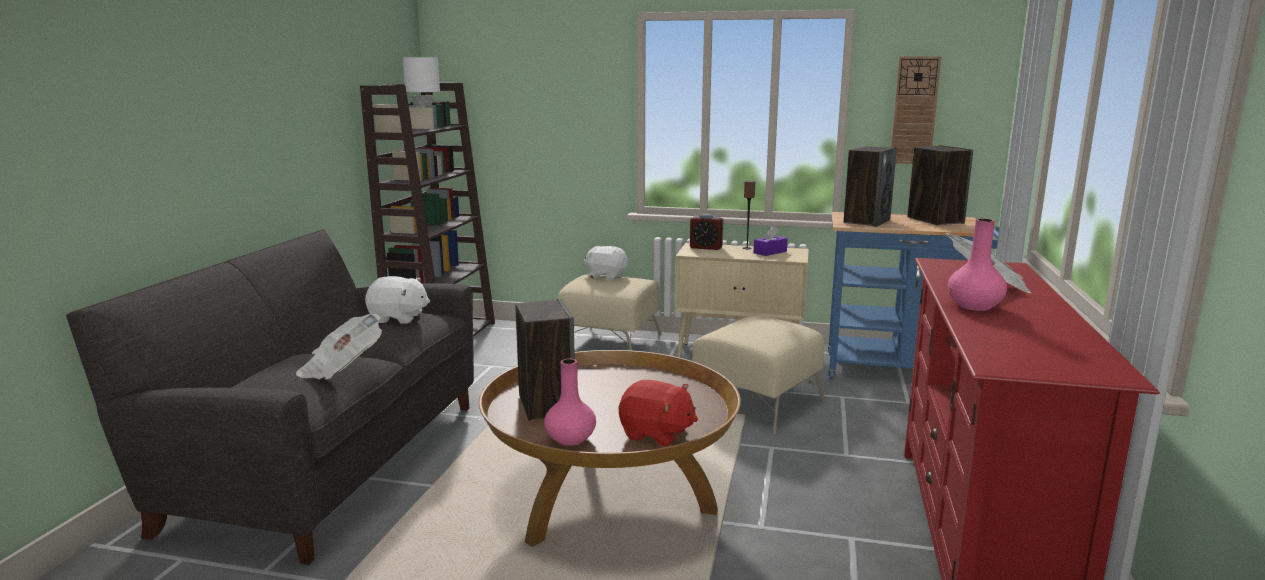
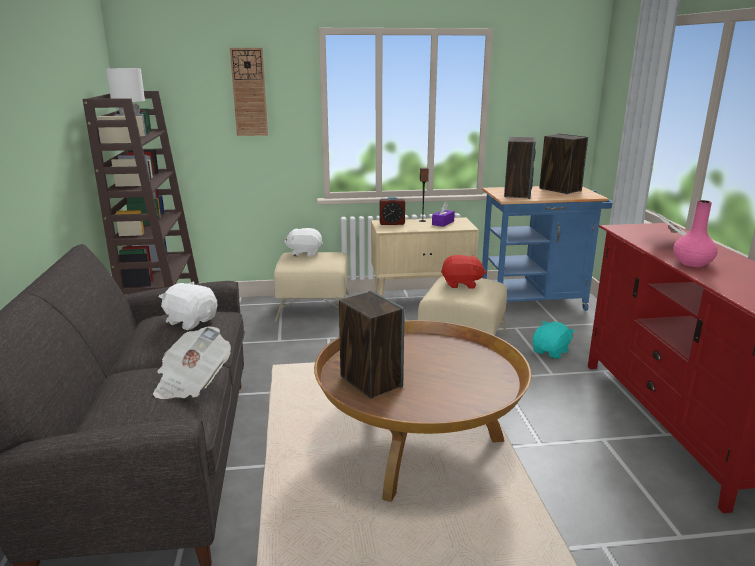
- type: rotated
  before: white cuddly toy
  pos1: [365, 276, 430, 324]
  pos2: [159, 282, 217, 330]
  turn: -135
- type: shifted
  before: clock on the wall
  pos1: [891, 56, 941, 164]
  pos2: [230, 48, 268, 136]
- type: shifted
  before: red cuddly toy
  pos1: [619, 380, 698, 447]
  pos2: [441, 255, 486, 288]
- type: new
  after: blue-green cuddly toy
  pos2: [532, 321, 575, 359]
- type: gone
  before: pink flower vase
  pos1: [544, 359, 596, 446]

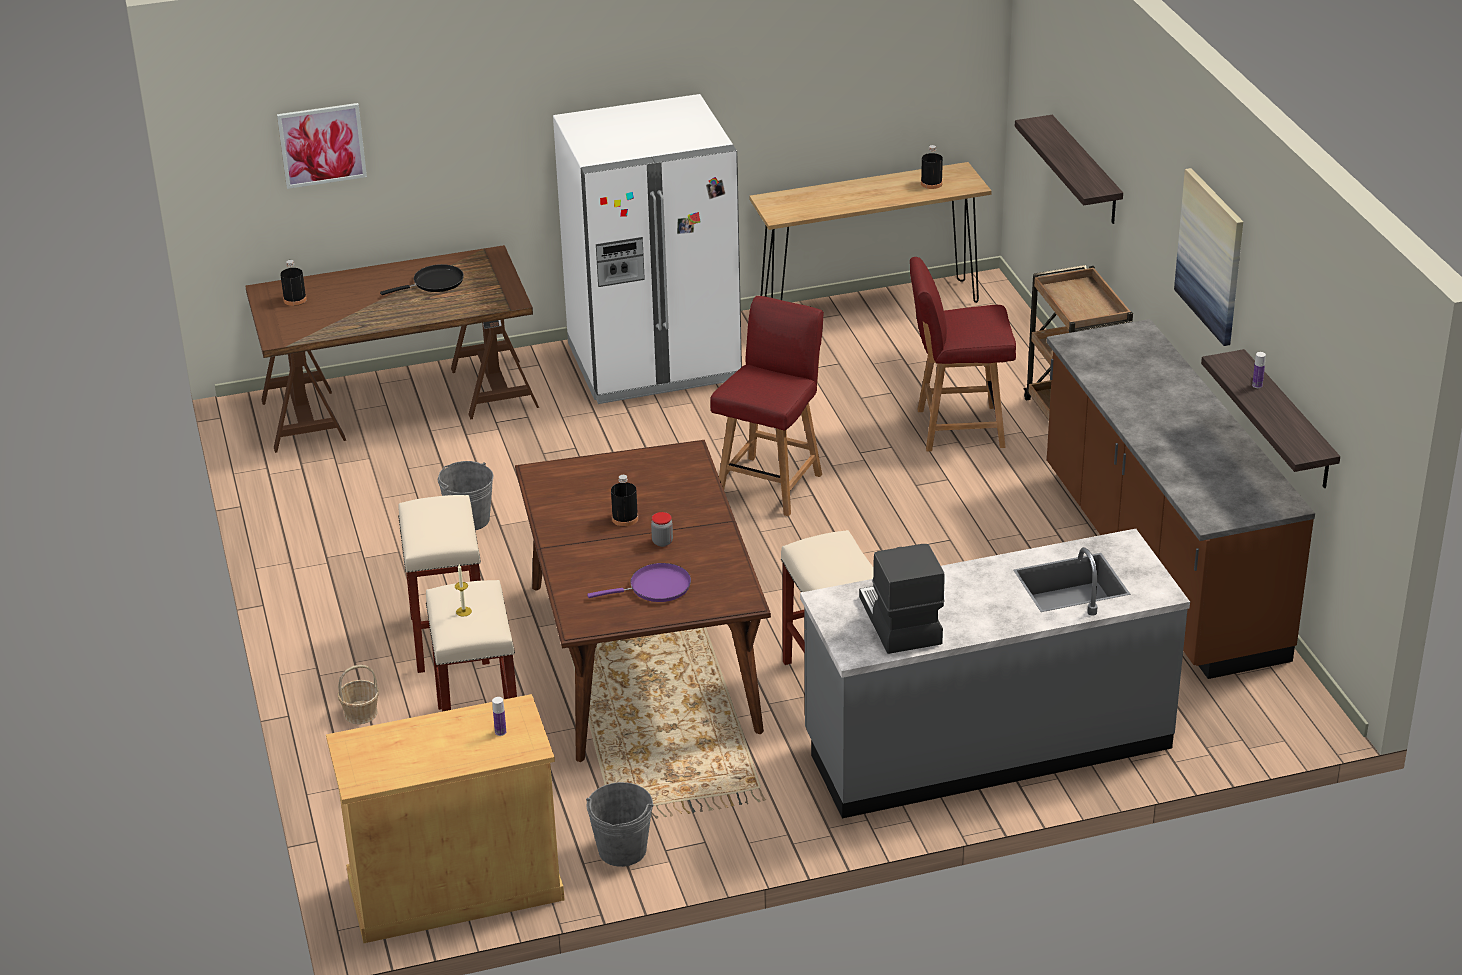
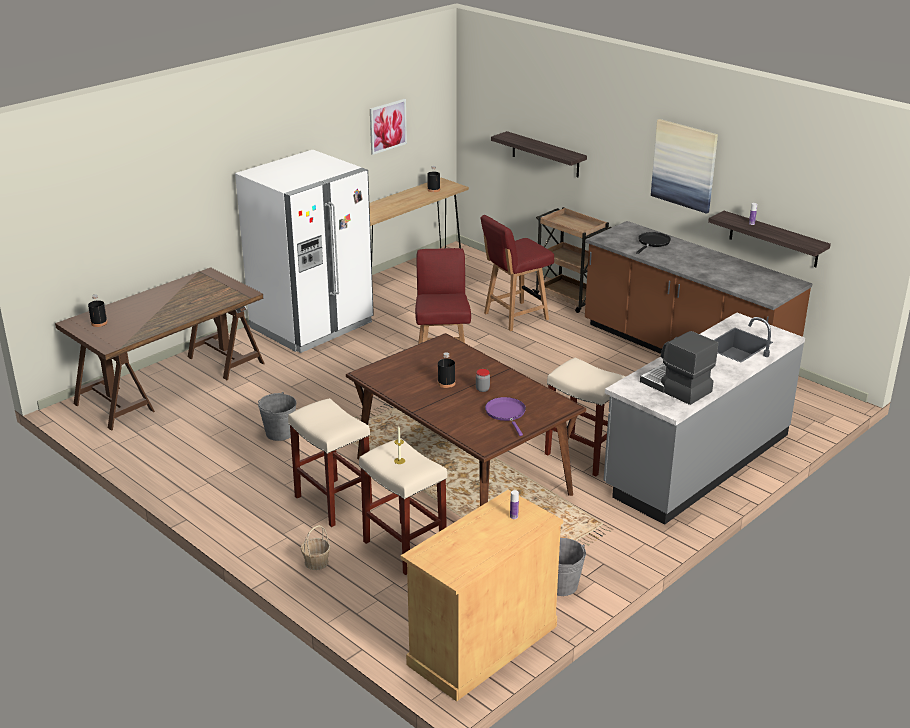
- type: shifted
  before: wall art
  pos1: [277, 103, 367, 189]
  pos2: [370, 99, 407, 155]
- type: rotated
  before: purplish pan
  pos1: [587, 563, 691, 602]
  pos2: [485, 397, 526, 436]
  turn: -60
- type: shifted
  before: black pan
  pos1: [380, 264, 464, 295]
  pos2: [636, 232, 671, 254]

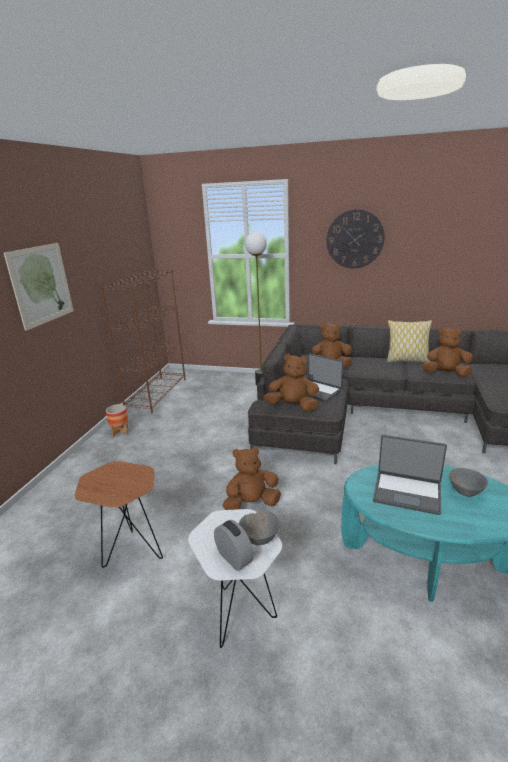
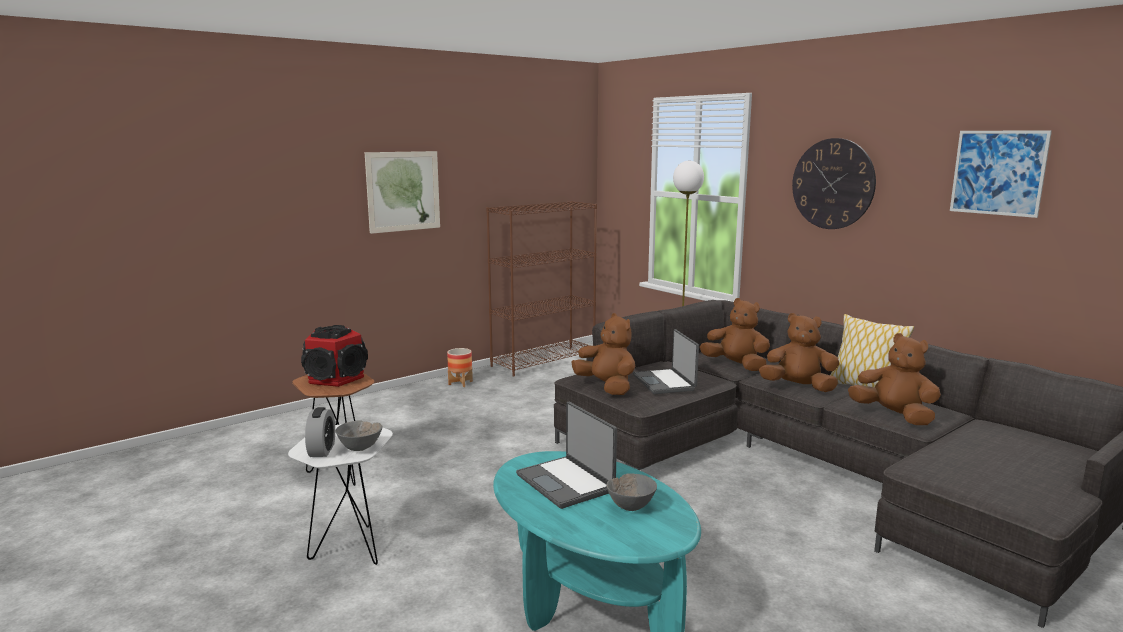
- type: new
  after: audio speaker
  pos2: [301, 325, 368, 387]
- type: shifted
  before: brown cuddly toy
  pos1: [222, 447, 281, 510]
  pos2: [759, 313, 839, 392]
- type: new
  after: wall art
  pos2: [950, 130, 1052, 218]

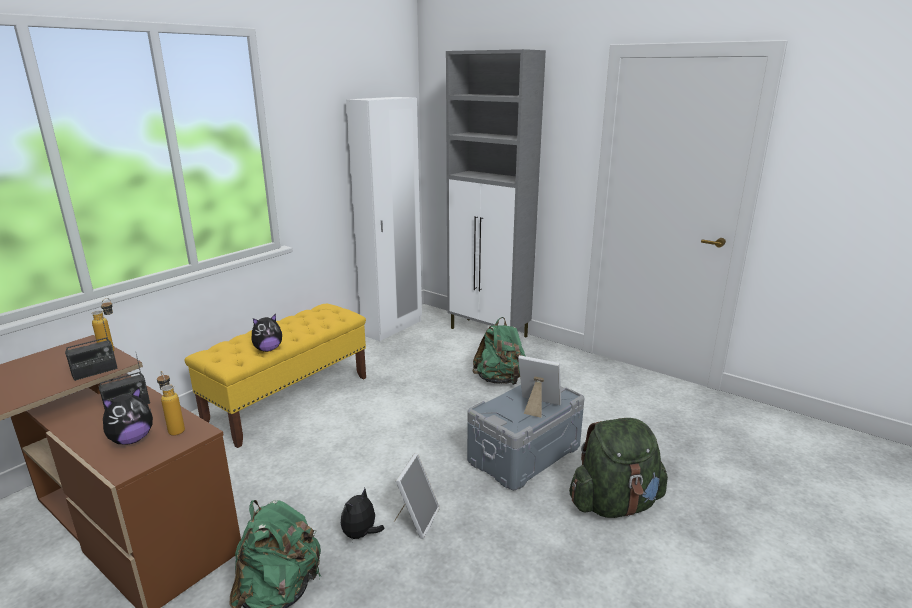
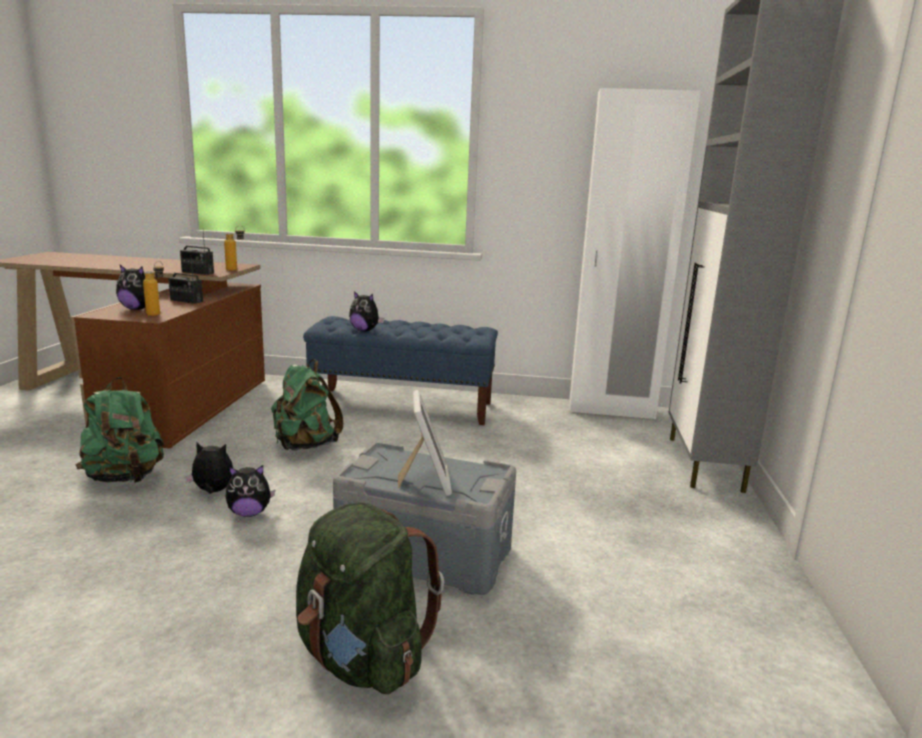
- type: swapped
  before: photo frame
  after: cuddly toy
  pos1: [394, 453, 440, 539]
  pos2: [225, 465, 275, 517]
- type: shifted
  before: green-coloured rucksack
  pos1: [472, 317, 525, 385]
  pos2: [271, 359, 343, 451]
- type: repainted
  before: yellowish indoor bench
  after: blue indoor bench
  pos1: [184, 304, 366, 448]
  pos2: [303, 316, 498, 425]

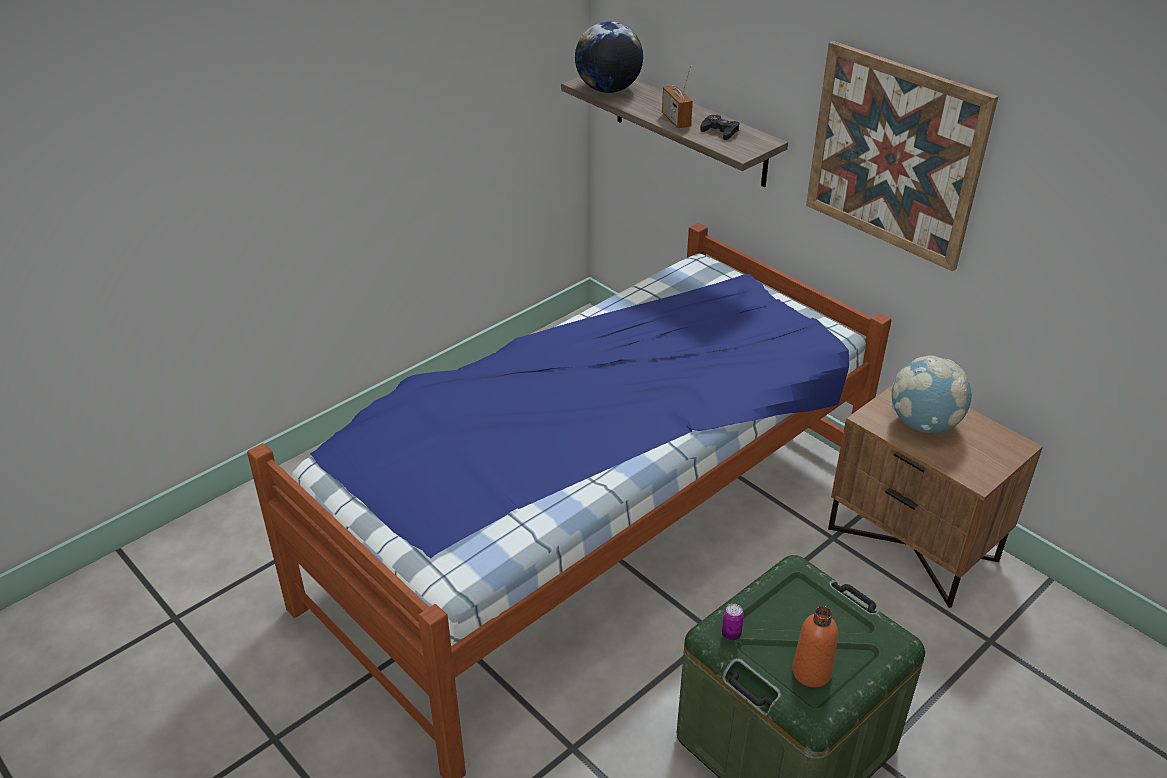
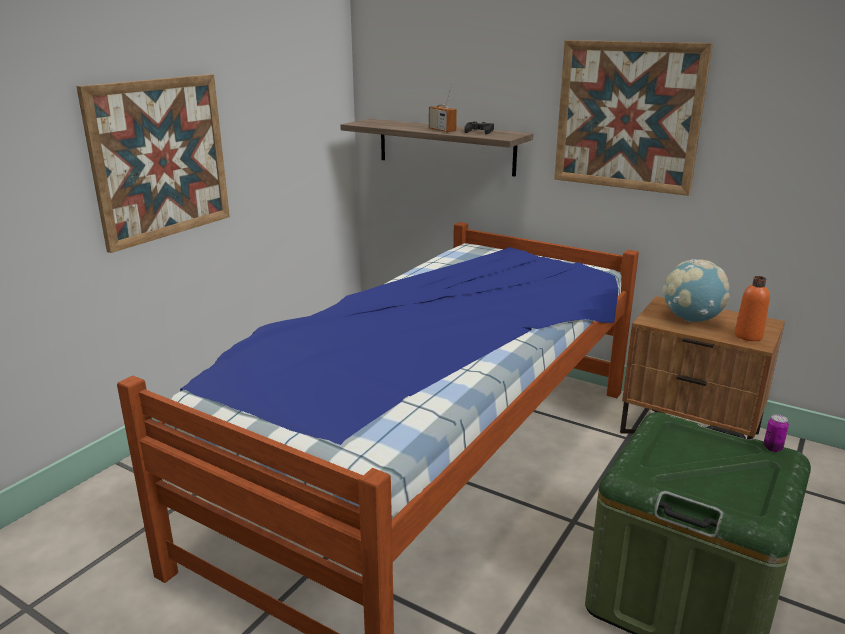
- type: new
  after: wall art
  pos2: [76, 74, 230, 253]
- type: shifted
  before: orange-coloured drink bottle
  pos1: [792, 606, 838, 688]
  pos2: [734, 276, 770, 341]
- type: shifted
  before: can
  pos1: [722, 604, 744, 641]
  pos2: [763, 415, 789, 452]
- type: gone
  before: desk globe
  pos1: [575, 21, 643, 93]

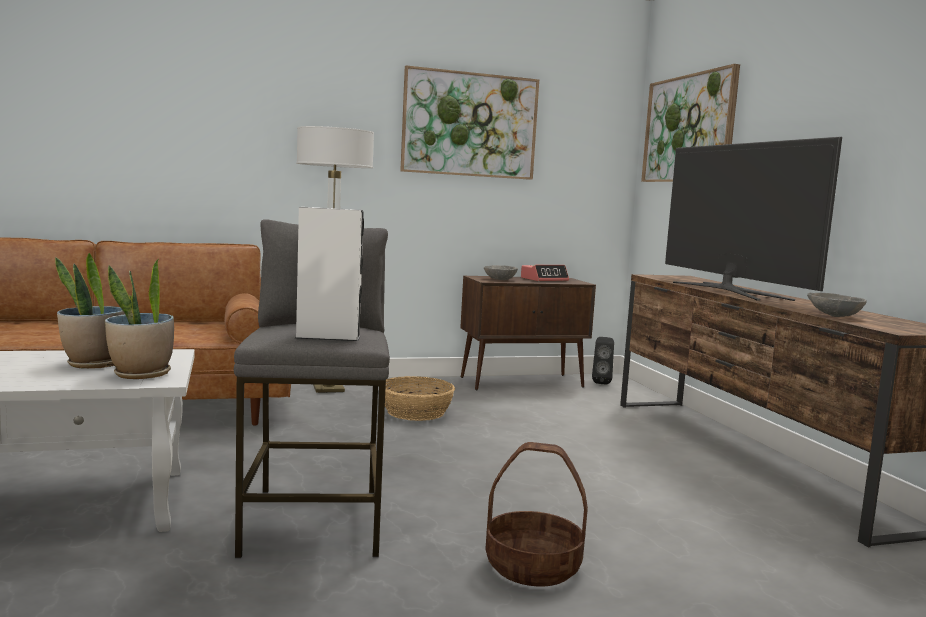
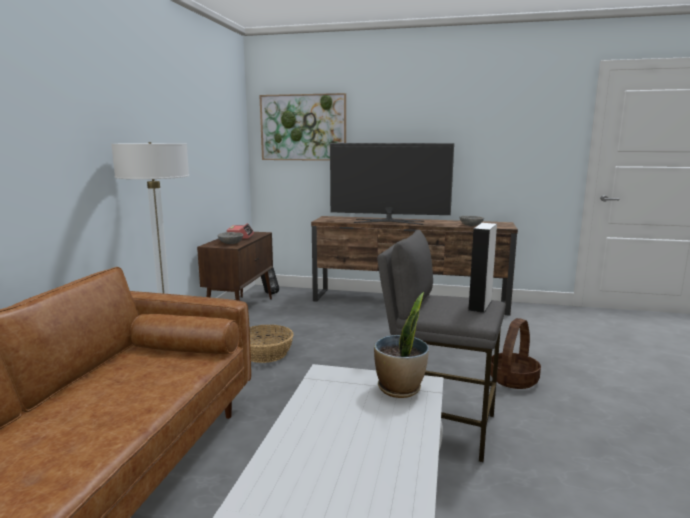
- type: gone
  before: houseplant
  pos1: [55, 253, 125, 369]
- type: gone
  before: wall art
  pos1: [400, 65, 539, 180]

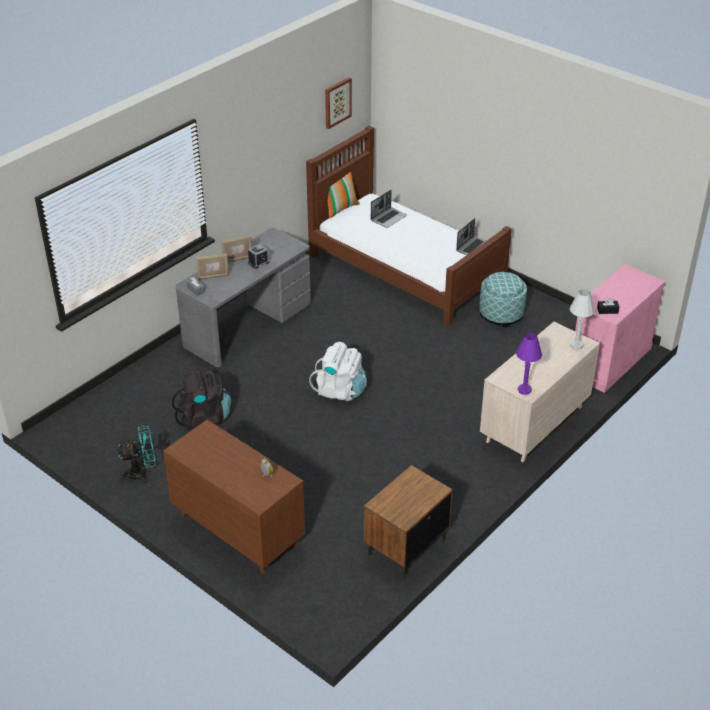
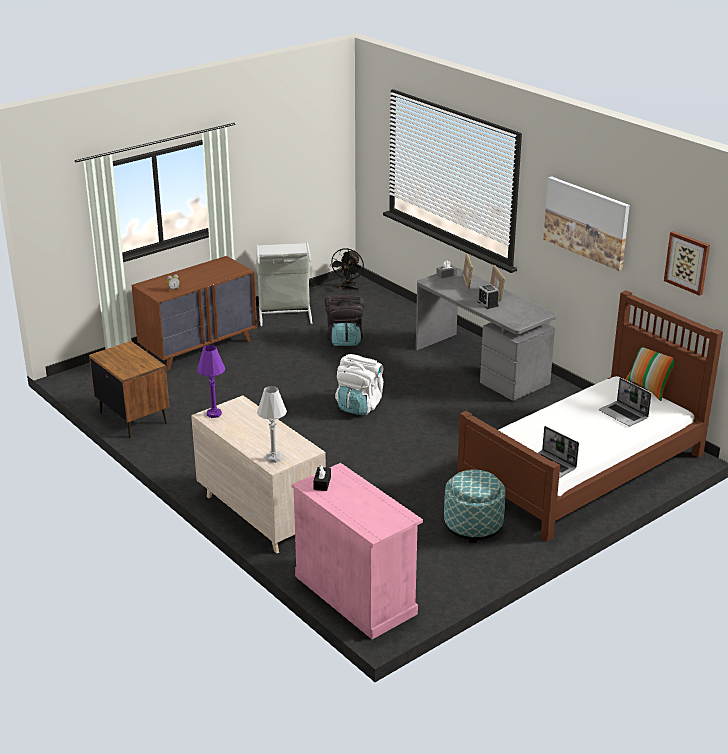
- type: swapped
  before: blue-green cooling fan
  after: grey washing basket
  pos1: [117, 426, 156, 483]
  pos2: [256, 243, 312, 326]
- type: new
  after: black cooling fan
  pos2: [330, 248, 364, 291]
- type: new
  after: wall art
  pos2: [543, 176, 630, 271]

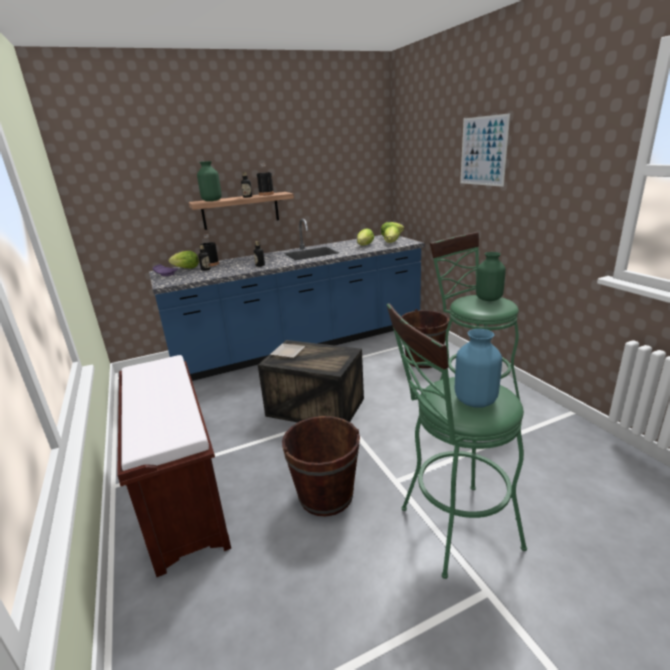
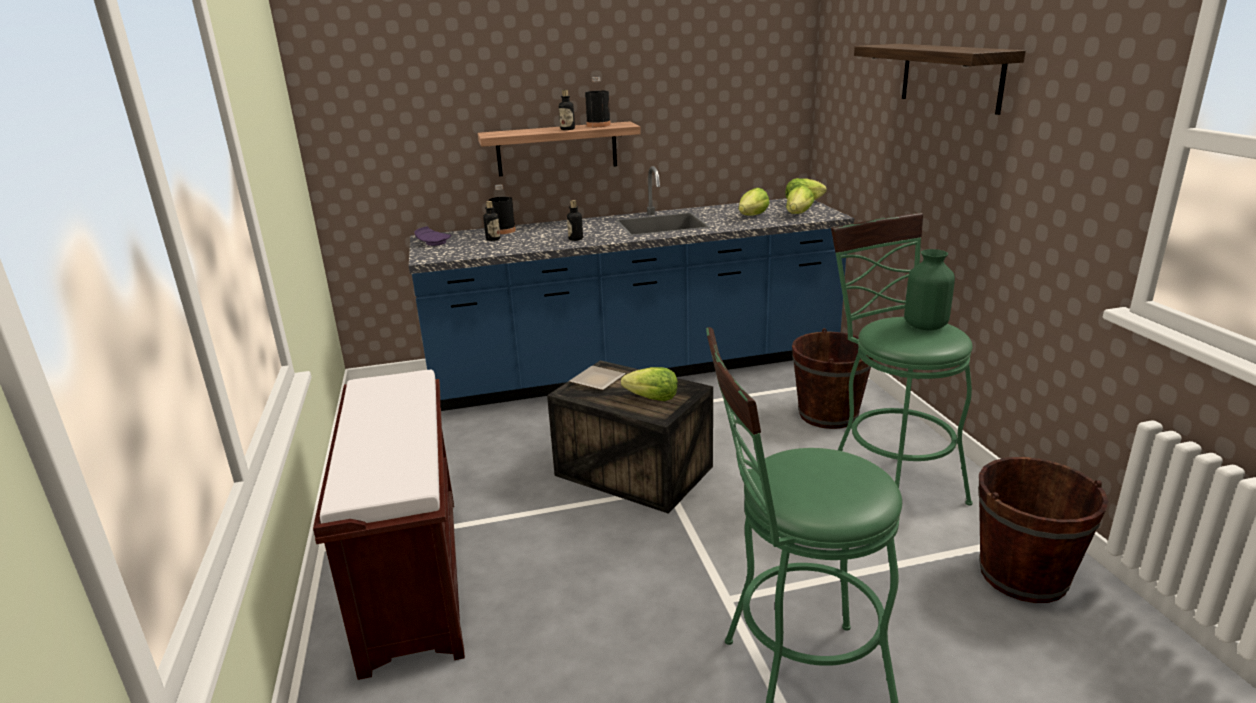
- type: shifted
  before: lettuce head
  pos1: [169, 251, 199, 268]
  pos2: [621, 367, 678, 401]
- type: swapped
  before: wall art
  after: bracket shelf
  pos1: [460, 113, 510, 187]
  pos2: [854, 44, 1026, 115]
- type: shifted
  before: brown bucket
  pos1: [282, 416, 360, 517]
  pos2: [978, 457, 1109, 603]
- type: gone
  before: green-coloured flower vase
  pos1: [197, 161, 222, 201]
- type: gone
  before: blue flower vase
  pos1: [455, 329, 502, 407]

